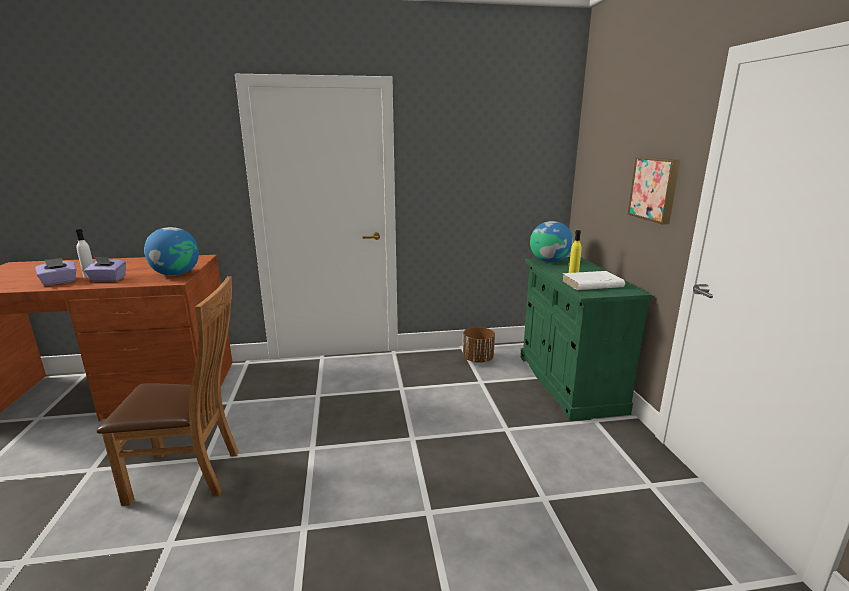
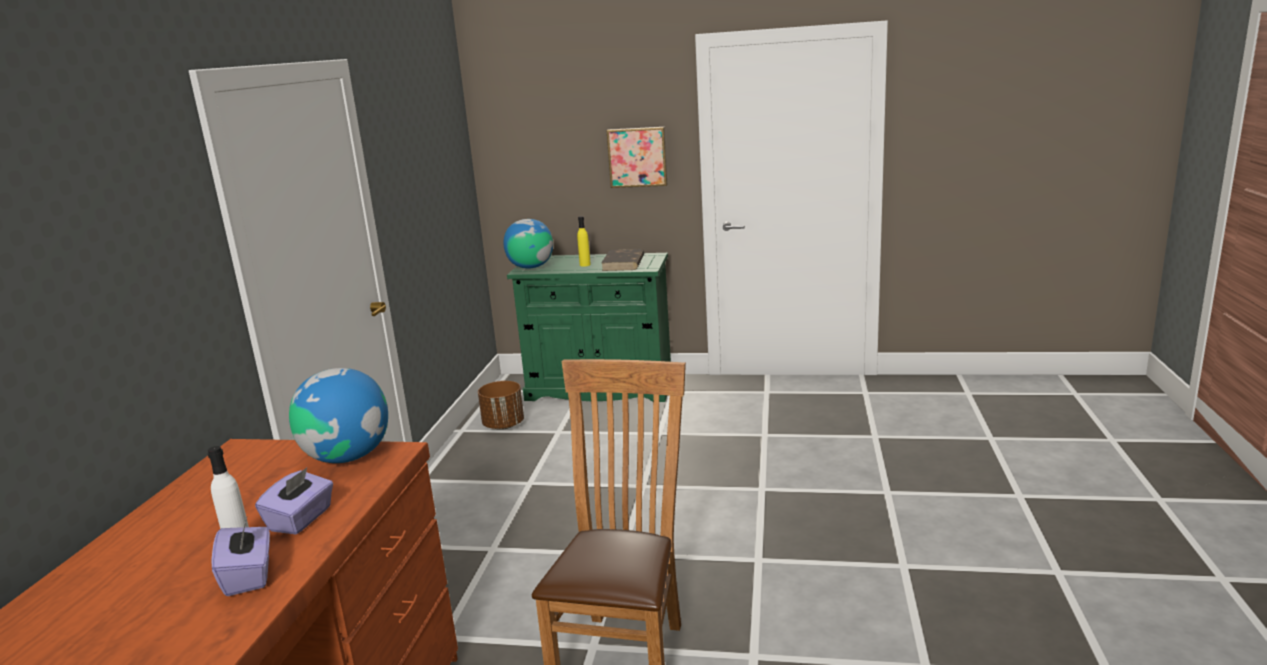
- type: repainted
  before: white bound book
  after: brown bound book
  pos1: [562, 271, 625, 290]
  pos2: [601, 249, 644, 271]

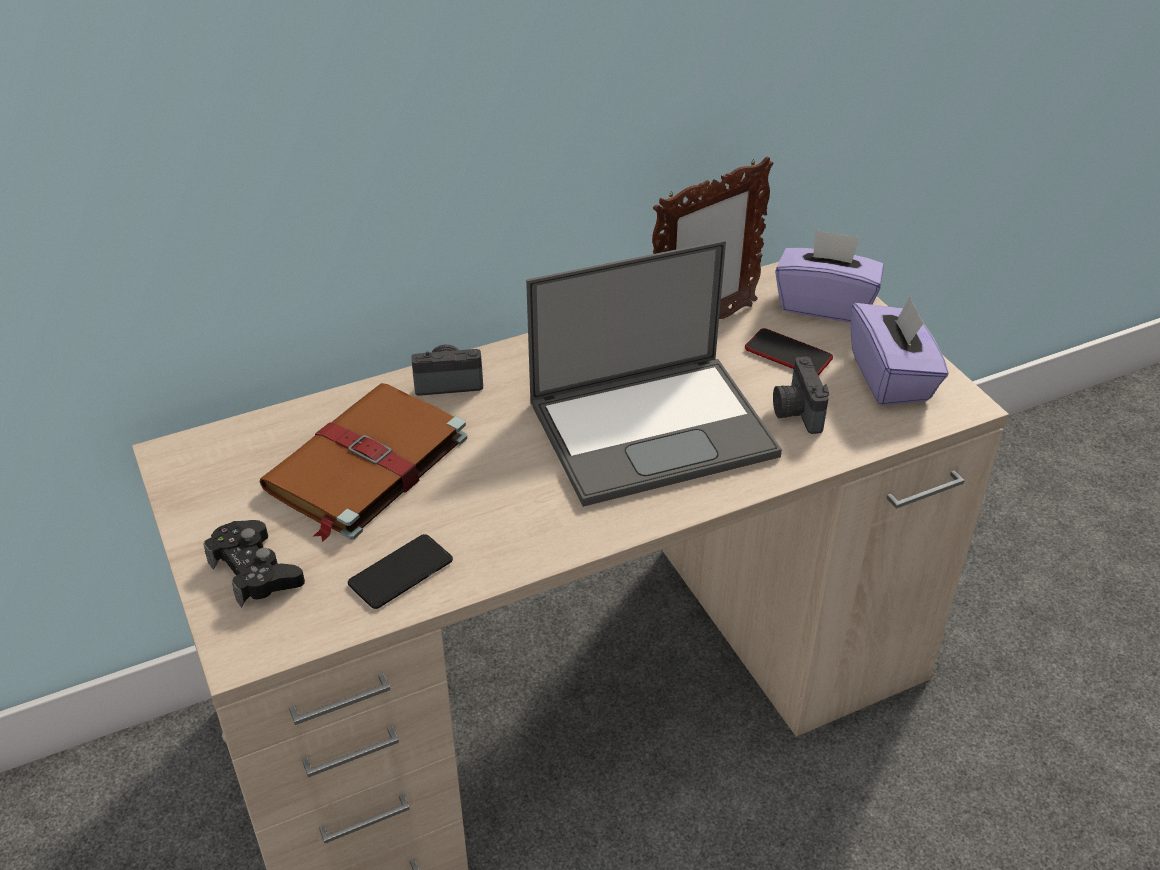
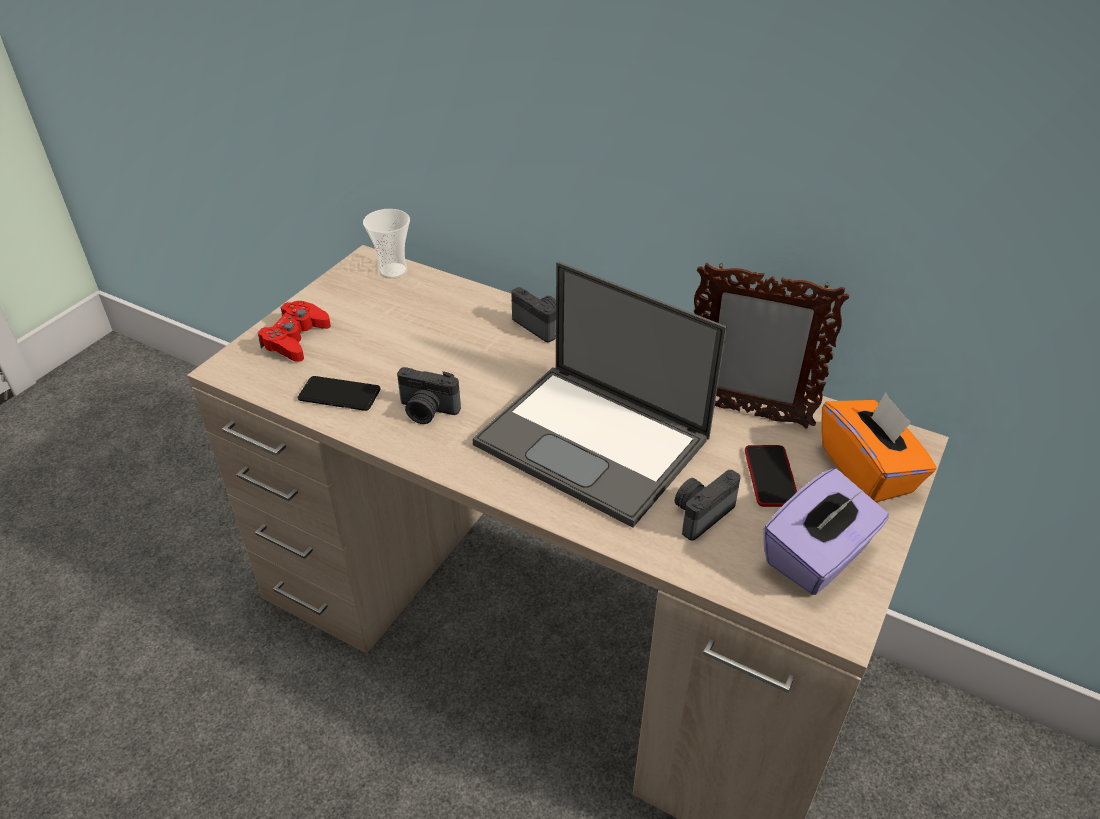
- type: repainted
  before: black game controller
  after: red game controller
  pos1: [203, 520, 305, 608]
  pos2: [258, 301, 331, 362]
- type: new
  after: small cup
  pos2: [363, 209, 410, 279]
- type: new
  after: photo camera
  pos2: [397, 367, 461, 424]
- type: repainted
  before: purplish tissue box
  after: orange-coloured tissue box
  pos1: [775, 229, 884, 323]
  pos2: [821, 392, 937, 502]
- type: gone
  before: brown bound book
  pos1: [260, 383, 467, 542]

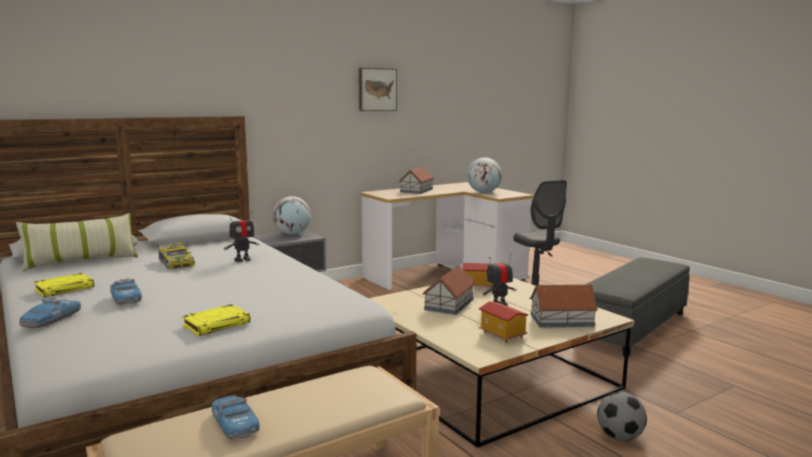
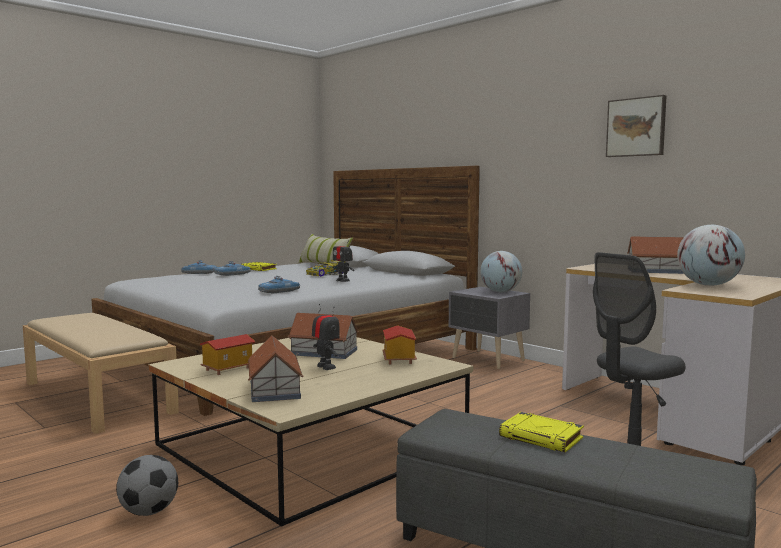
- type: shifted
  before: miniature car
  pos1: [212, 395, 260, 439]
  pos2: [258, 276, 300, 294]
- type: shifted
  before: yellowish bound book
  pos1: [182, 304, 250, 336]
  pos2: [499, 412, 584, 452]

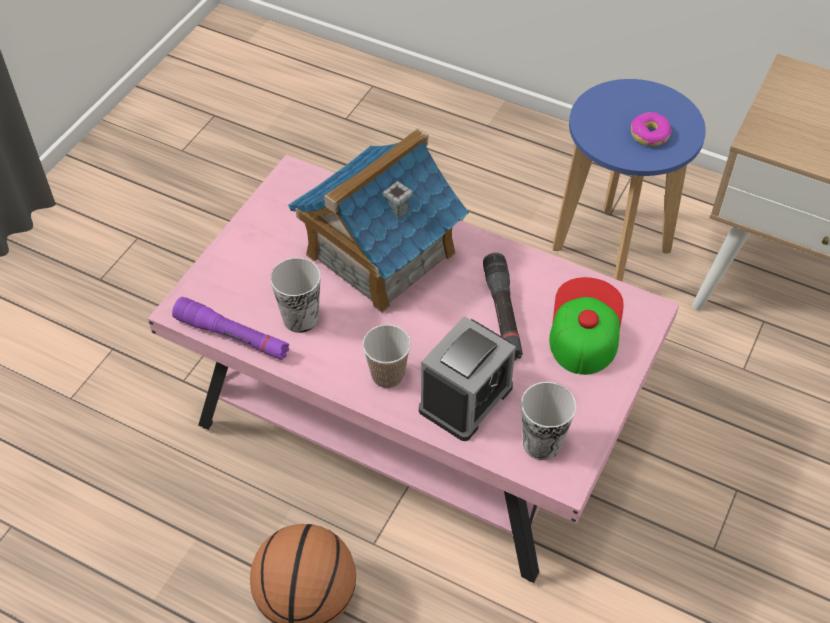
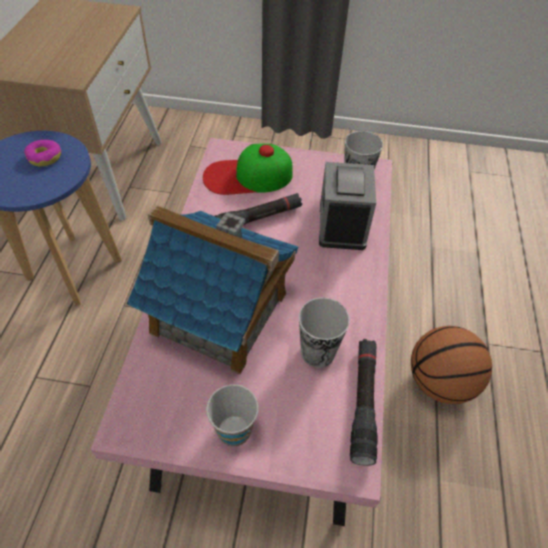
- type: shifted
  before: small cup
  pos1: [363, 324, 411, 388]
  pos2: [206, 384, 258, 447]
- type: rotated
  before: bedside clock
  pos1: [419, 316, 516, 441]
  pos2: [319, 162, 376, 250]
  turn: -105
- type: repainted
  before: purplish flashlight
  after: black flashlight
  pos1: [172, 297, 289, 360]
  pos2: [350, 339, 378, 466]

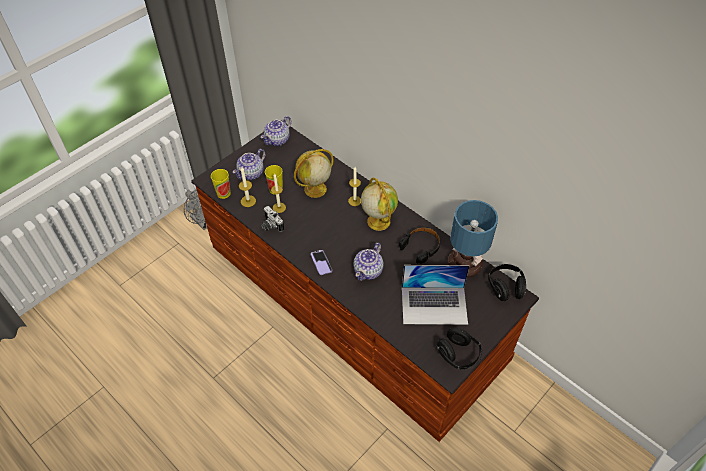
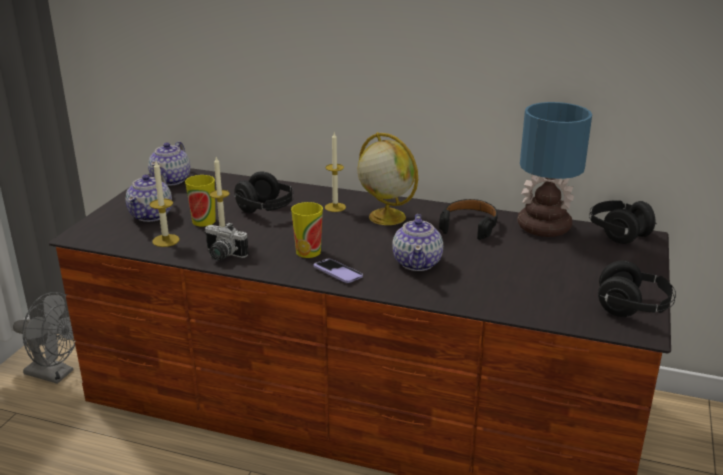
- type: swapped
  before: desk globe
  after: black headset
  pos1: [294, 149, 334, 198]
  pos2: [233, 171, 294, 213]
- type: shifted
  before: small cup
  pos1: [211, 169, 231, 199]
  pos2: [291, 202, 323, 258]
- type: gone
  before: laptop
  pos1: [402, 265, 470, 325]

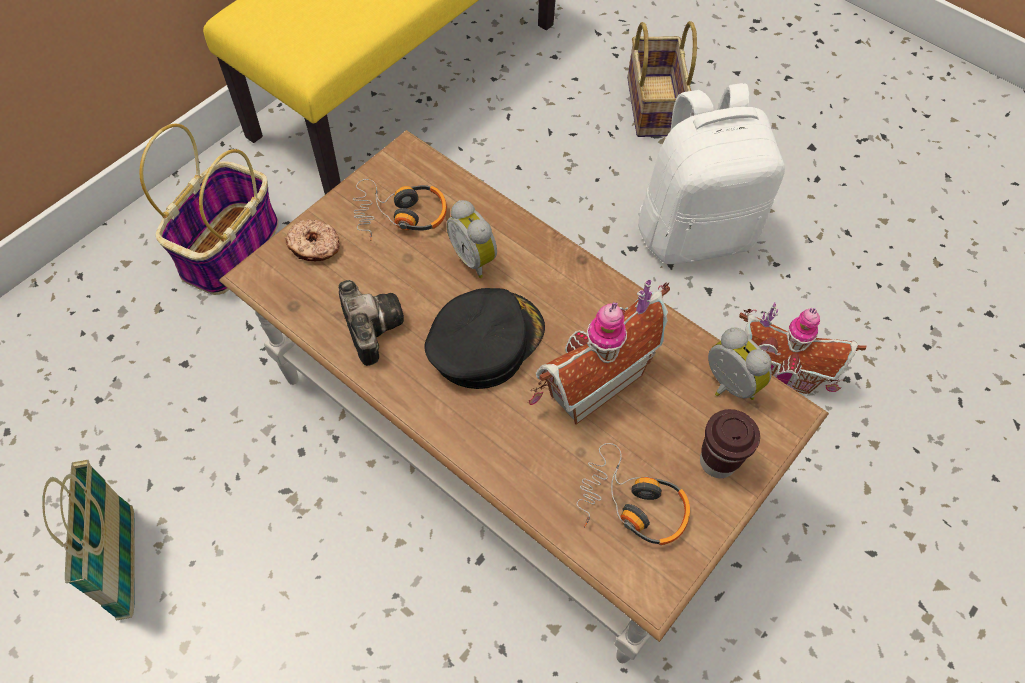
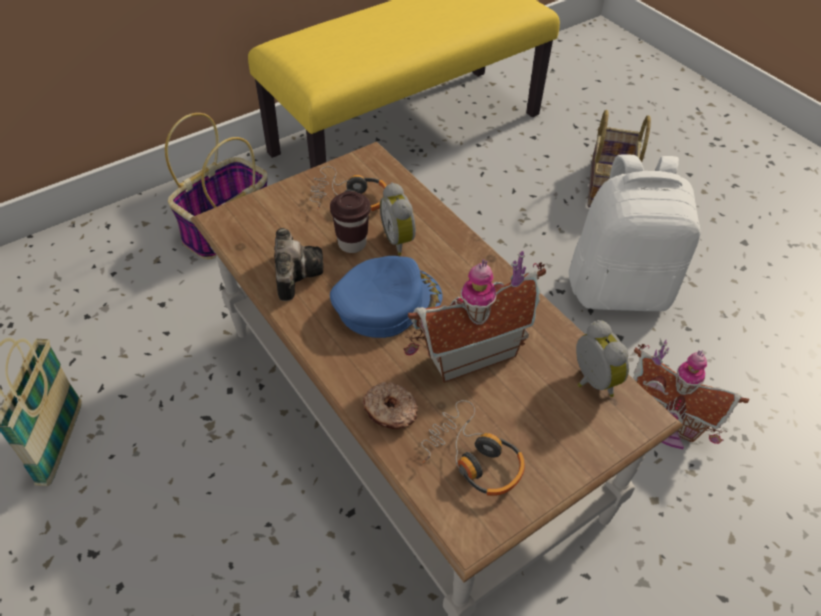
- type: shifted
  before: brown small cup
  pos1: [700, 409, 760, 478]
  pos2: [330, 191, 371, 253]
- type: repainted
  before: black baseball cap
  after: blue baseball cap
  pos1: [424, 288, 545, 389]
  pos2: [330, 256, 442, 338]
- type: shifted
  before: doughnut
  pos1: [285, 219, 340, 261]
  pos2: [363, 382, 418, 429]

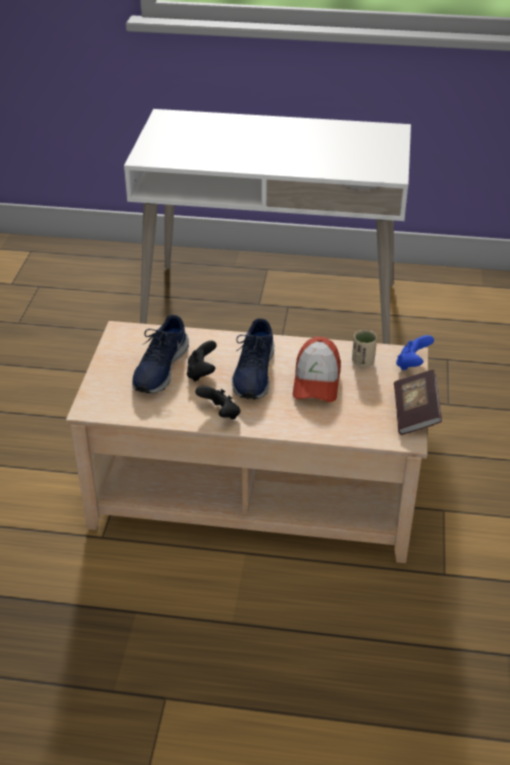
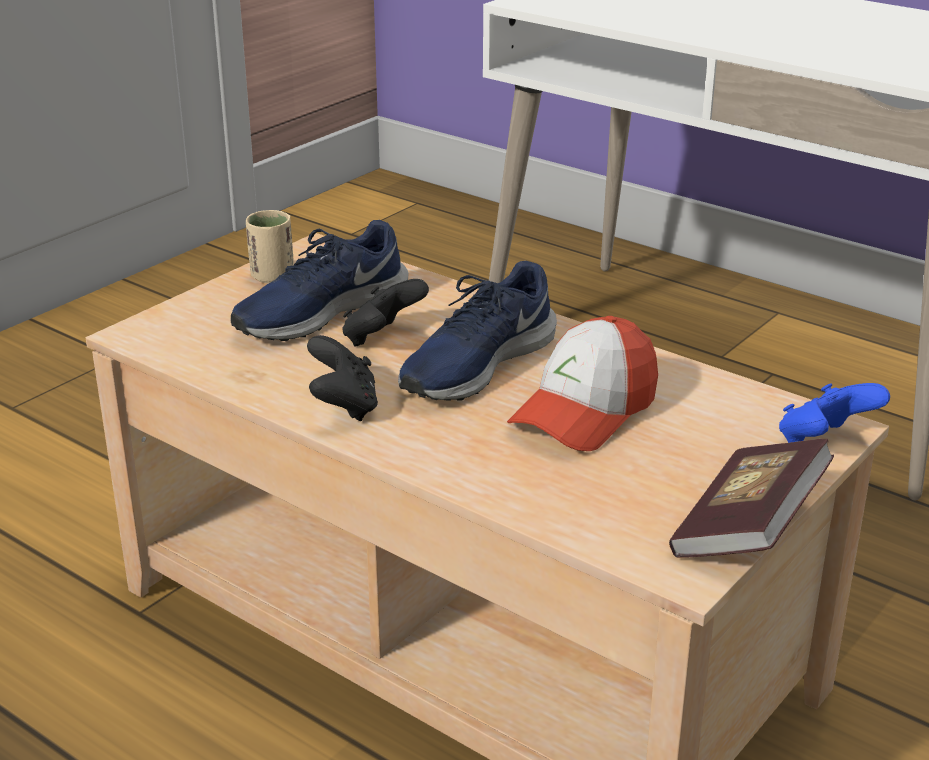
- type: shifted
  before: sand-coloured small cup
  pos1: [352, 330, 377, 367]
  pos2: [246, 210, 294, 283]

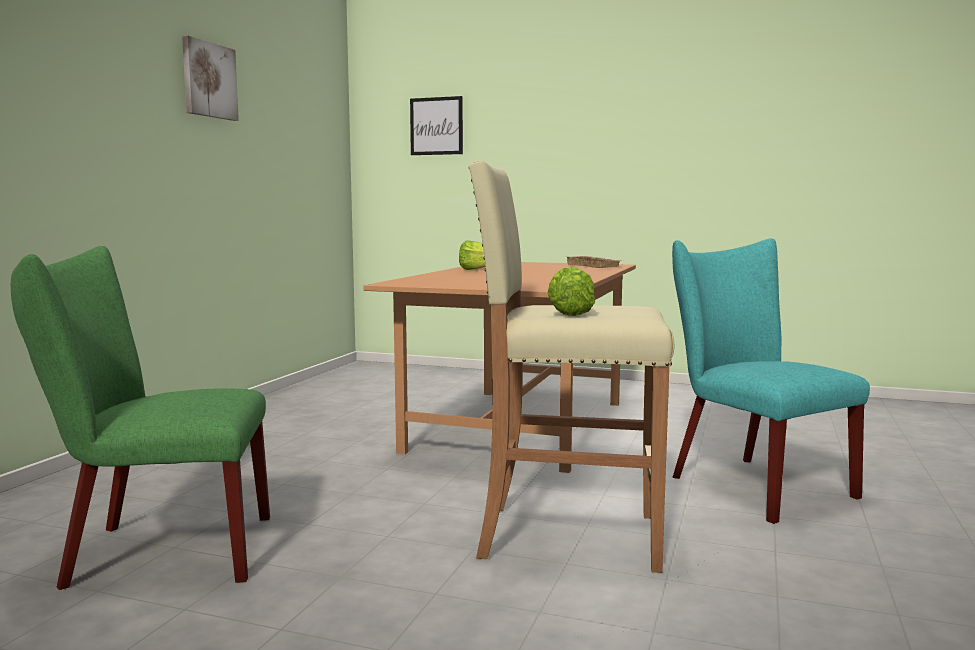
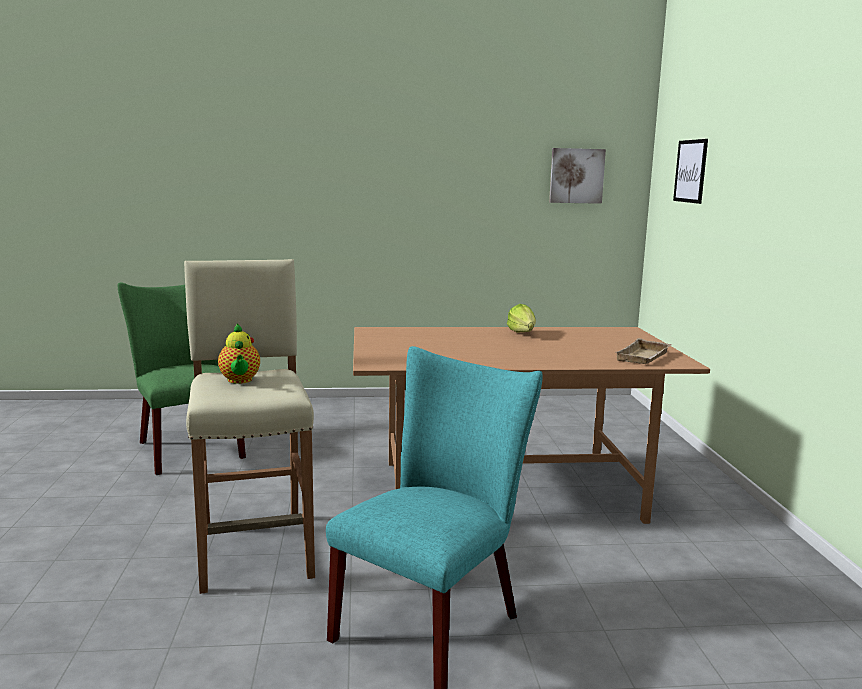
- type: swapped
  before: lettuce head
  after: teapot
  pos1: [548, 267, 595, 316]
  pos2: [218, 323, 260, 384]
- type: shifted
  before: wall art
  pos1: [182, 35, 239, 121]
  pos2: [549, 148, 606, 204]

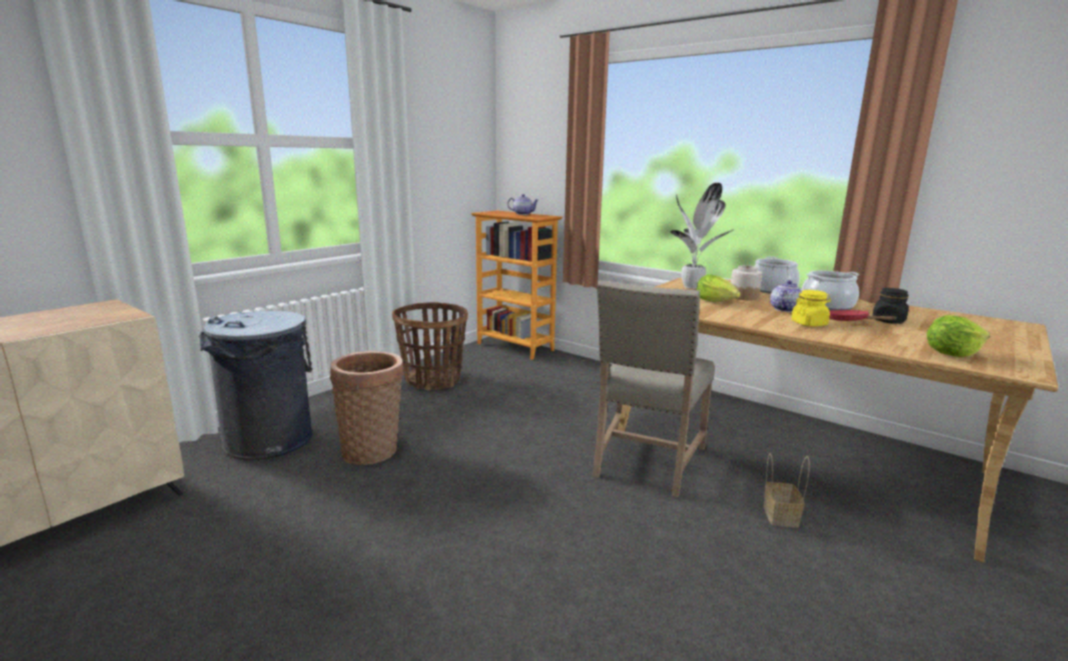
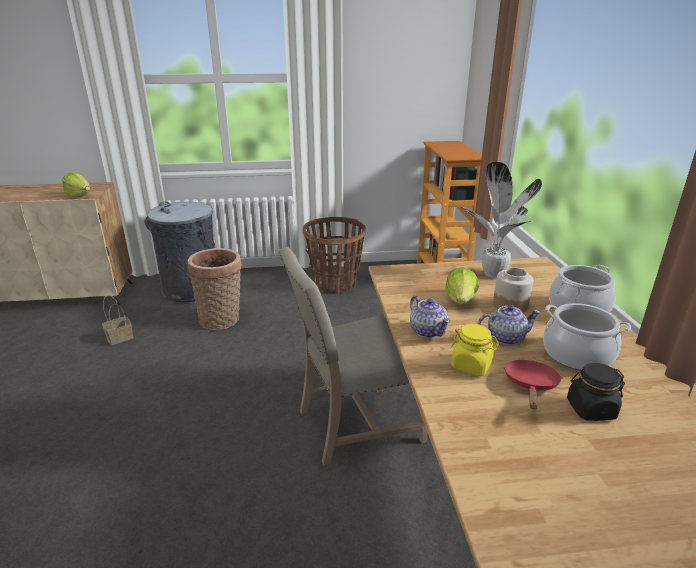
- type: shifted
  before: lettuce head
  pos1: [926, 315, 990, 357]
  pos2: [62, 172, 90, 197]
- type: shifted
  before: storage basket
  pos1: [764, 454, 810, 528]
  pos2: [102, 295, 133, 345]
- type: shifted
  before: teapot
  pos1: [507, 194, 538, 215]
  pos2: [410, 296, 451, 338]

